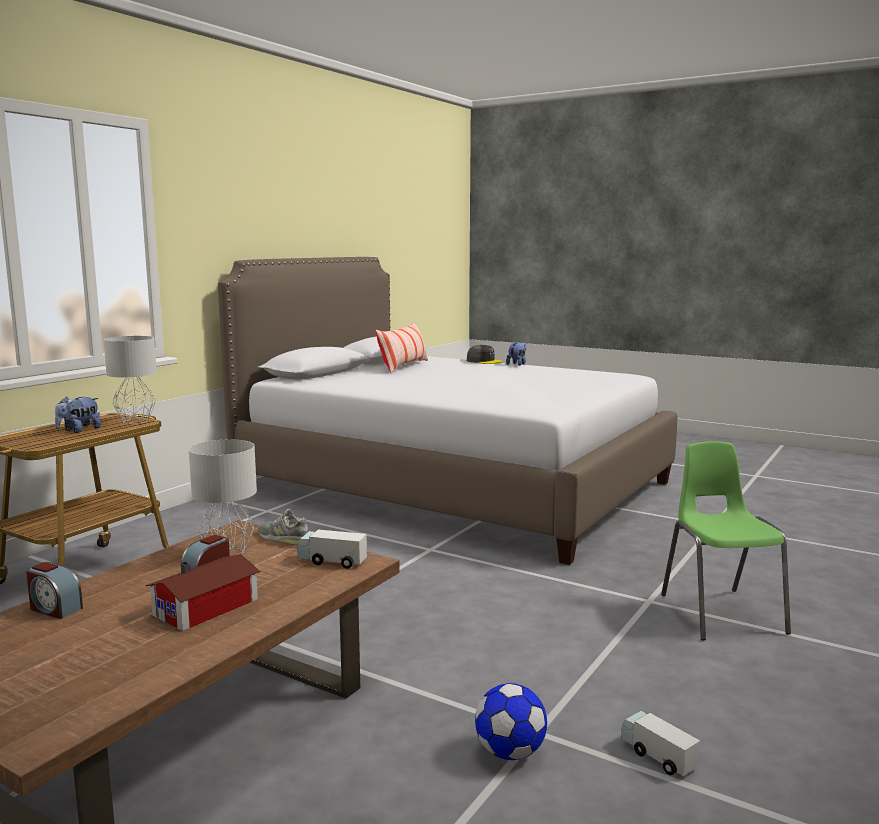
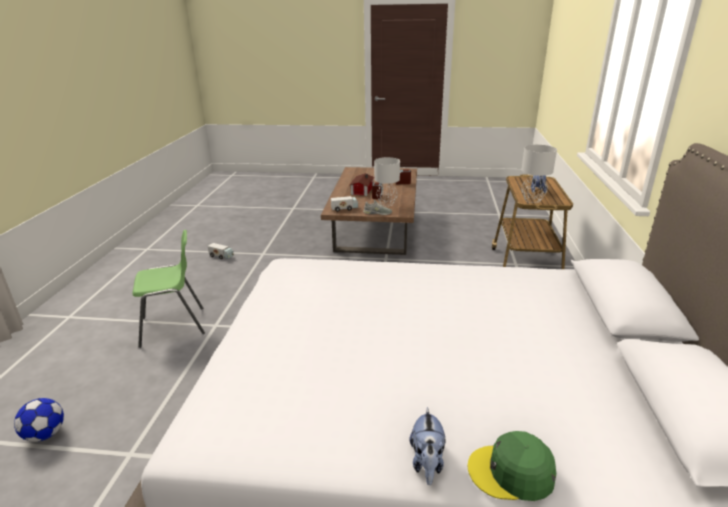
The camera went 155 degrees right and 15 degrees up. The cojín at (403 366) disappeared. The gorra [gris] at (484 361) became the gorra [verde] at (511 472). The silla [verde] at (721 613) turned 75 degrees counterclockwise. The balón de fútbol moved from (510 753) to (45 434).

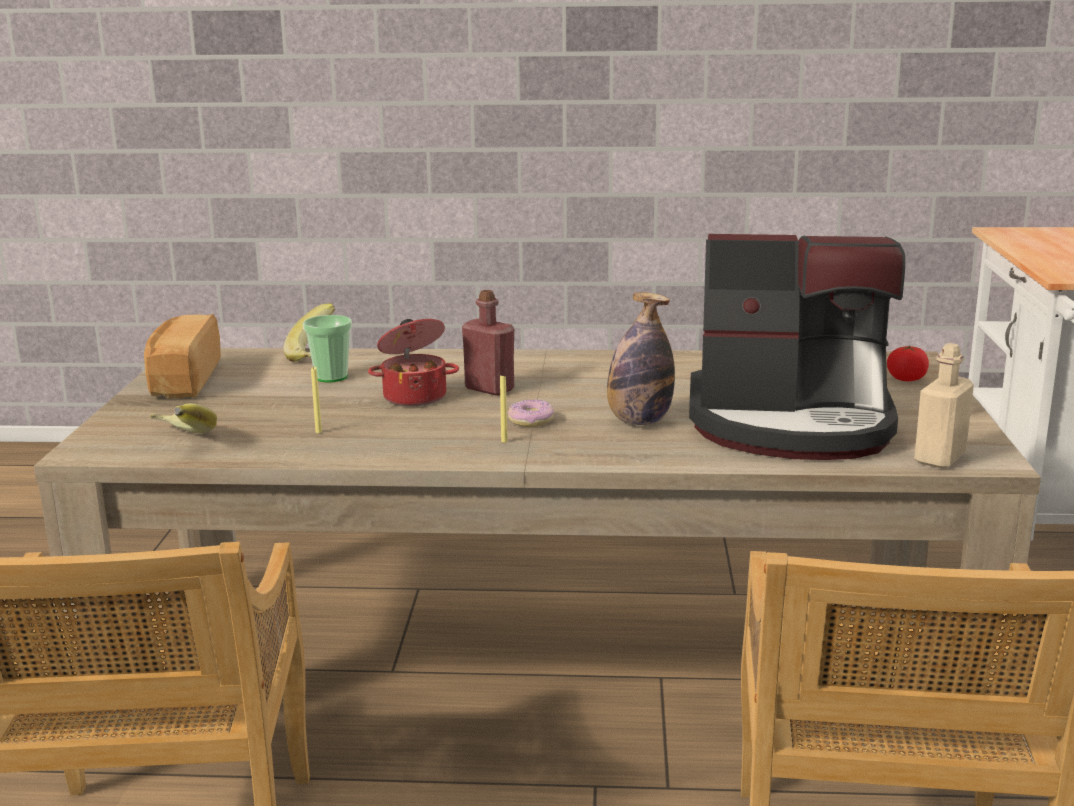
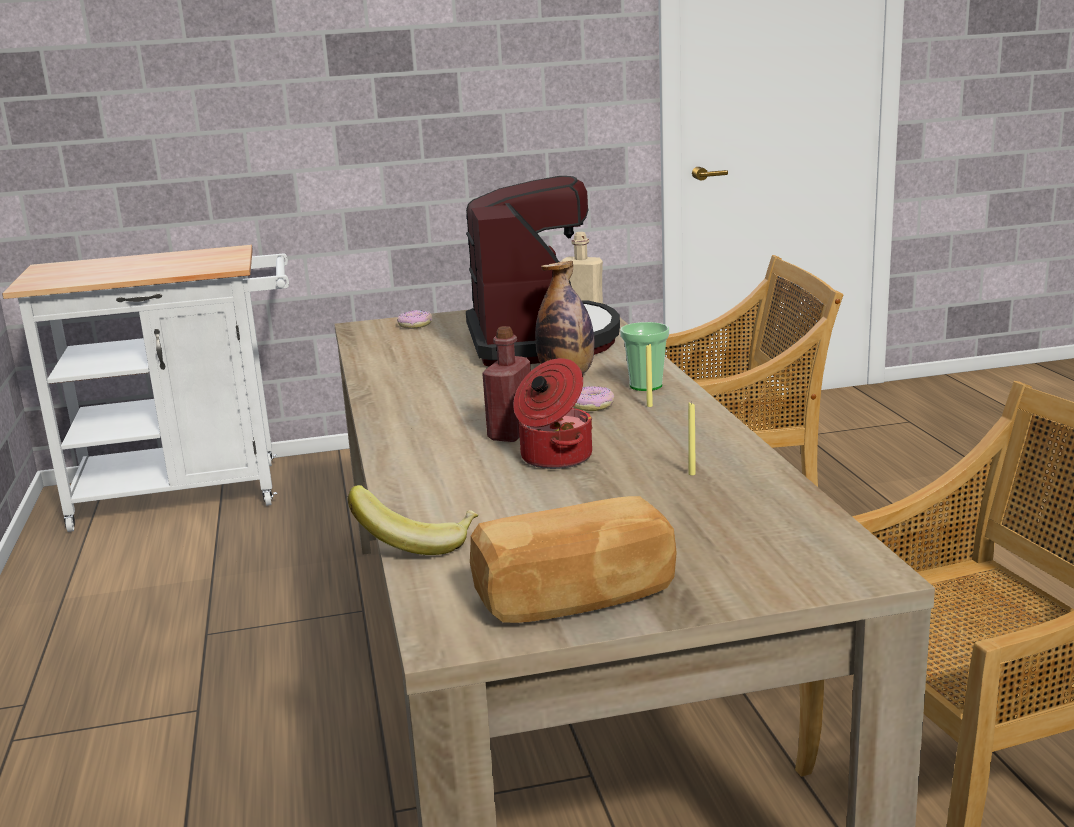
The camera went 105 degrees left and 0 degrees up. The taza moved from (331 377) to (645 385). The tomate at (906 379) was replaced by the rosquilla at (414 325). The plátano at (179 441) disappeared.

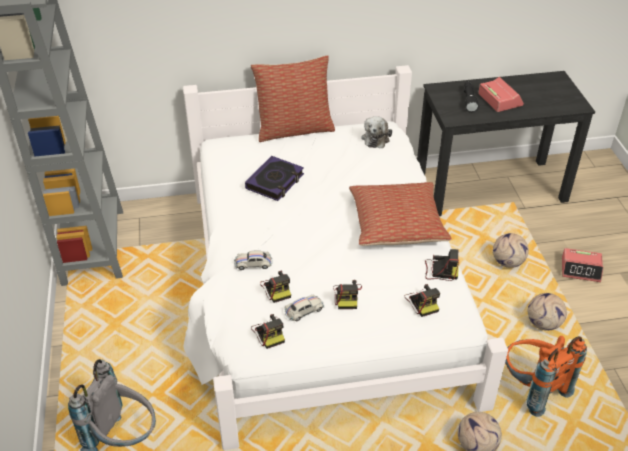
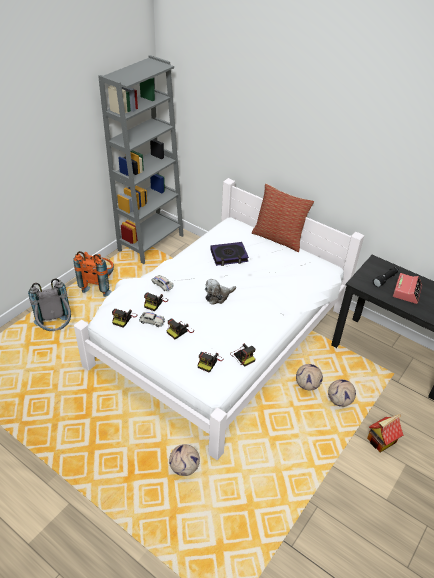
The camera went 45 degrees right and 0 degrees up. The peluche moved from (376 138) to (218 296). The cojín at (397 224) disappeared. The despertador at (581 269) was replaced by the casita at (381 441). The balón de fútbol moved from (544 323) to (307 385). The mochila [naranja] moved from (532 388) to (98 285).

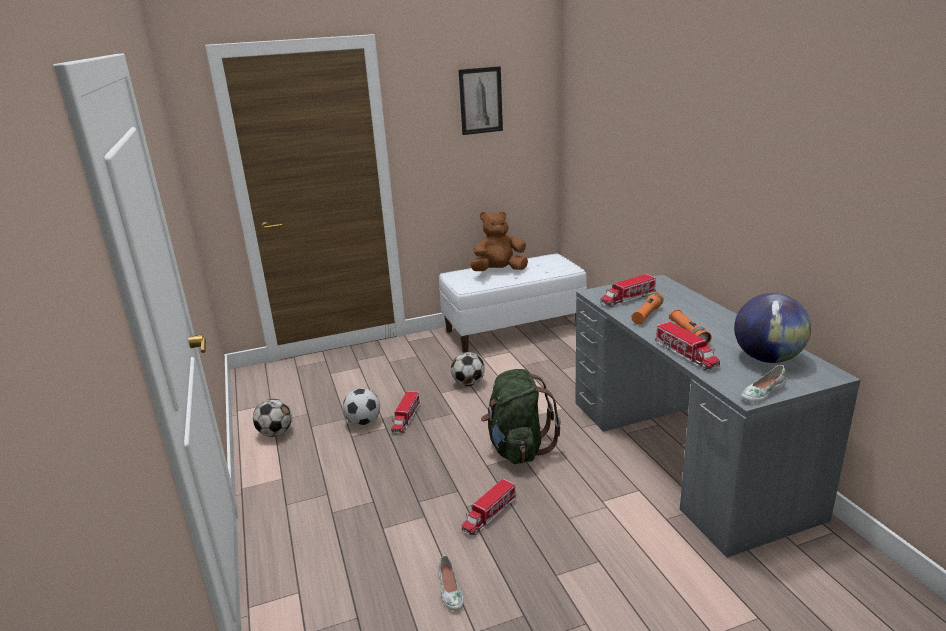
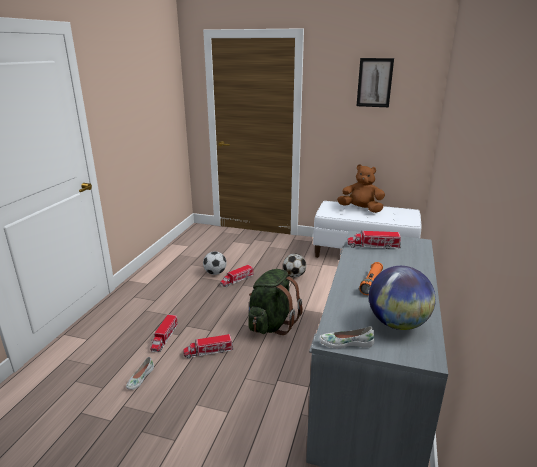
The camera went 35 degrees right and 0 degrees up. The linterna [naranja] at (647 315) disappeared. The camión de juguete moved from (686 355) to (164 338). The balón de fútbol at (275 433) disappeared.

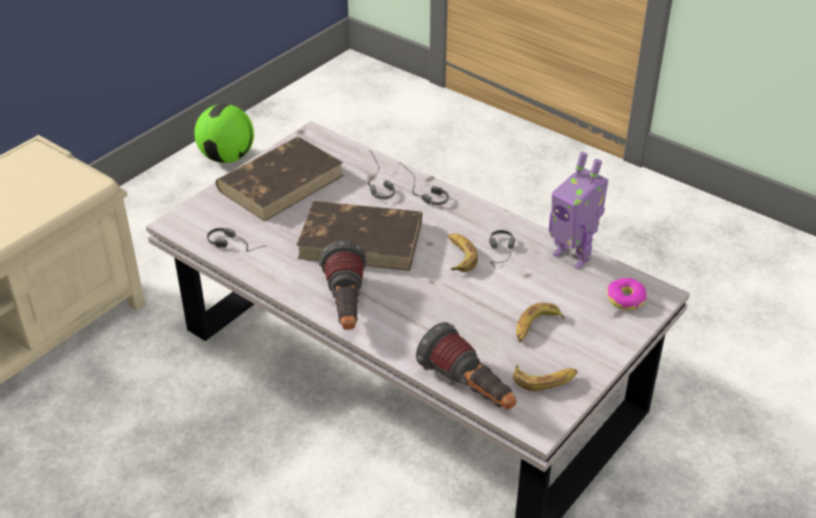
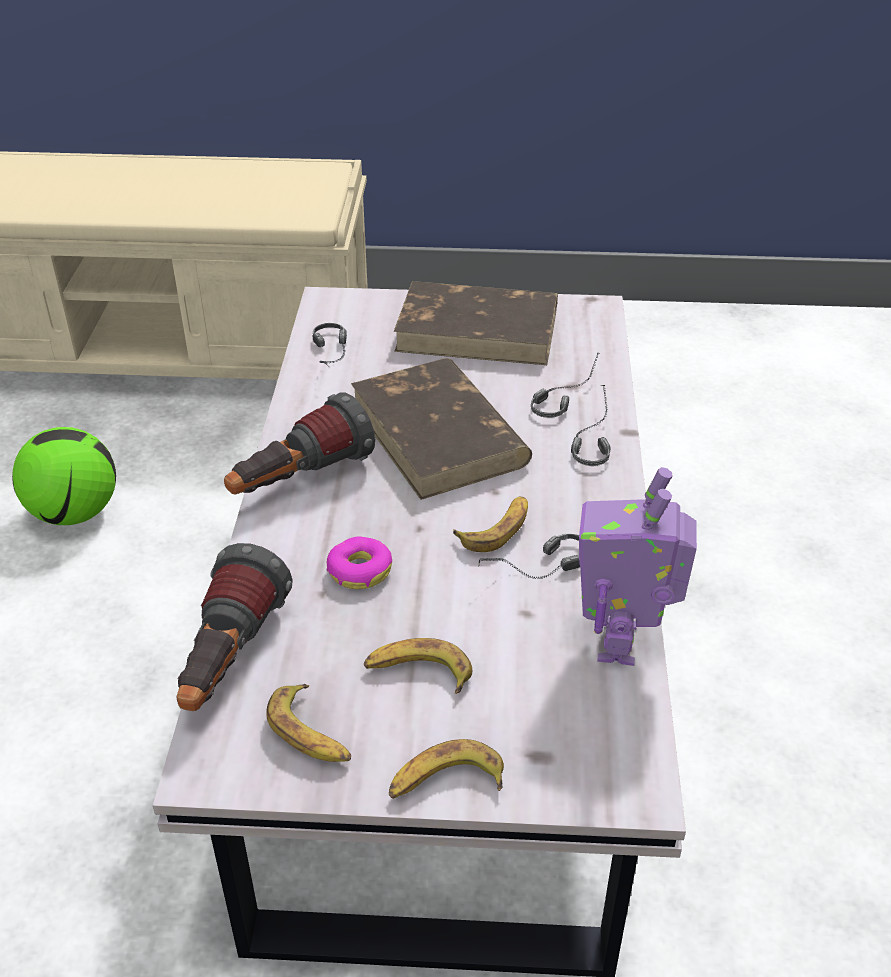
The camera went 55 degrees right and 0 degrees up. The balón de fútbol moved from (227 157) to (75 513). The rosquilla moved from (625 299) to (359 570). The plátano at (445 782) appeared.

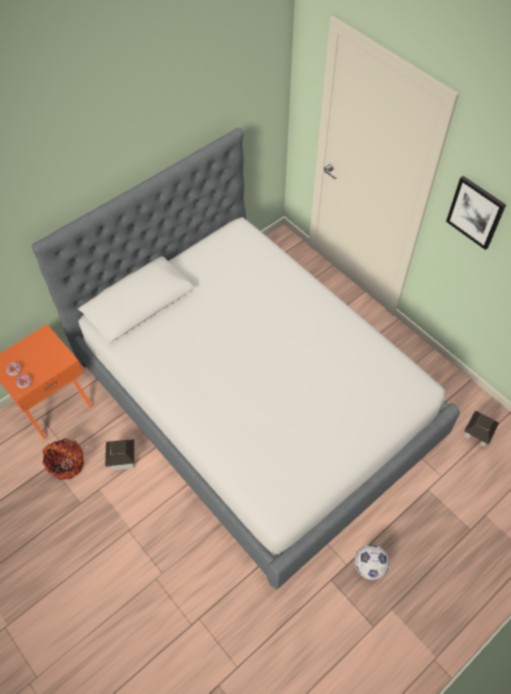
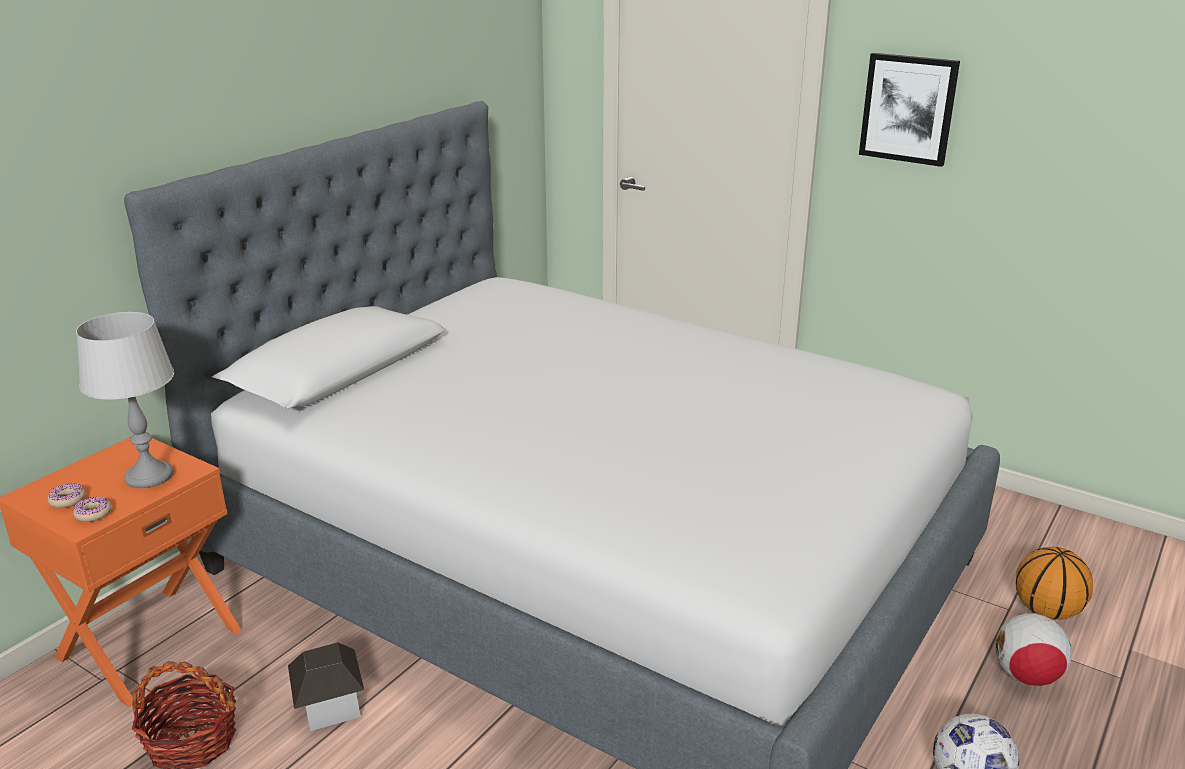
The camera went 15 degrees left and 30 degrees down. The casita at (477 434) disappeared. The lámpara de mesa [gris] at (149 476) appeared. The balón de baloncesto at (1047 611) appeared. The balón de fútbol at (1026 676) appeared.

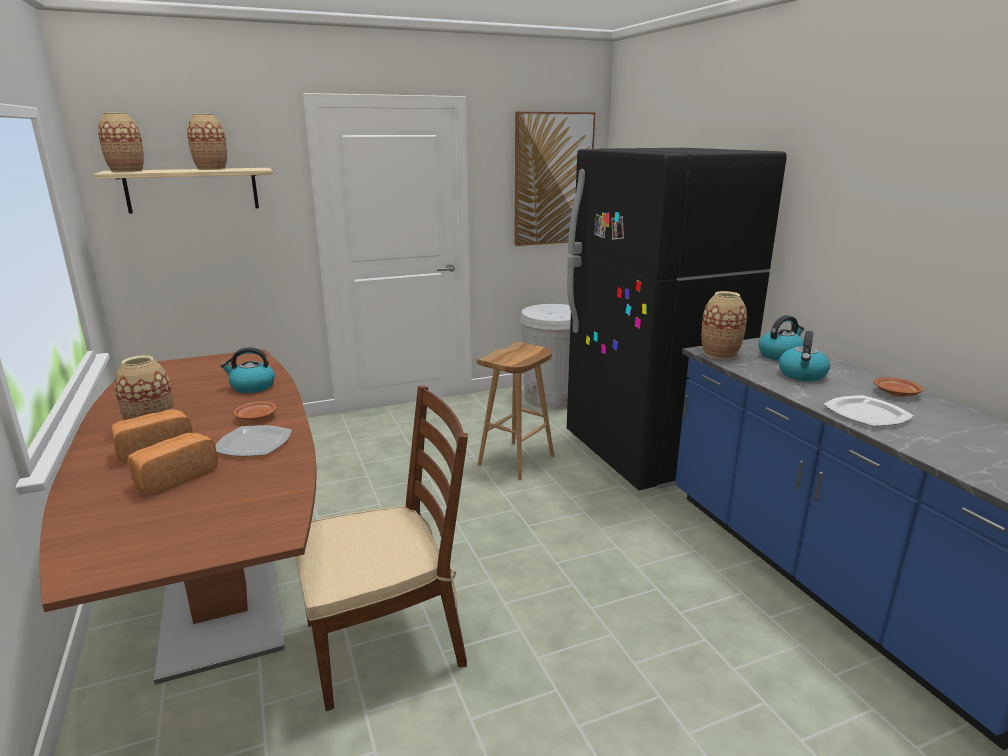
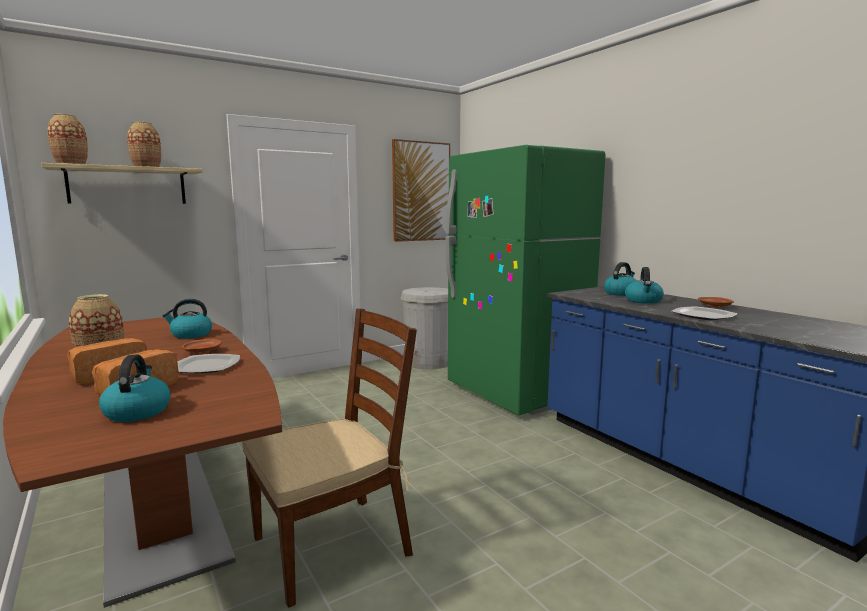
The camera went 10 degrees left and 10 degrees down. The nevera [negro] at (647 453) became the nevera [verde] at (516 393). The florero at (719 354) disappeared. The taburete [marrón] at (516 461) disappeared. The hervidor at (137 411) appeared.

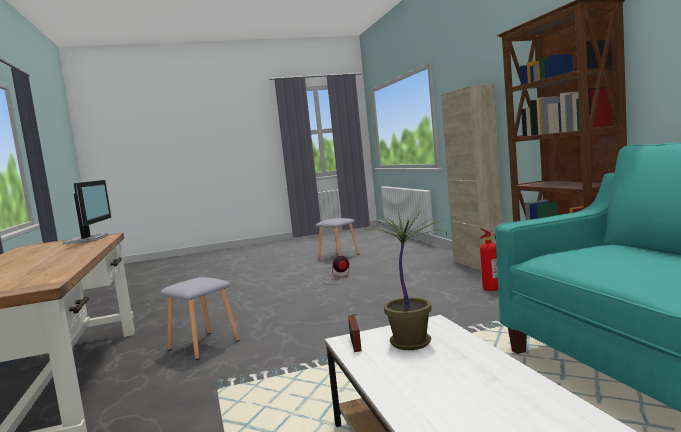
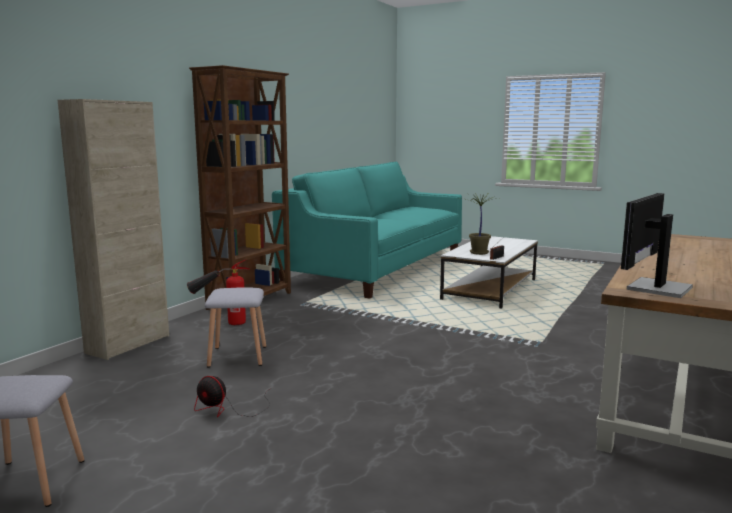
The camera went 135 degrees left and 5 degrees up. The taburete [gris] moved from (205 345) to (237 356).

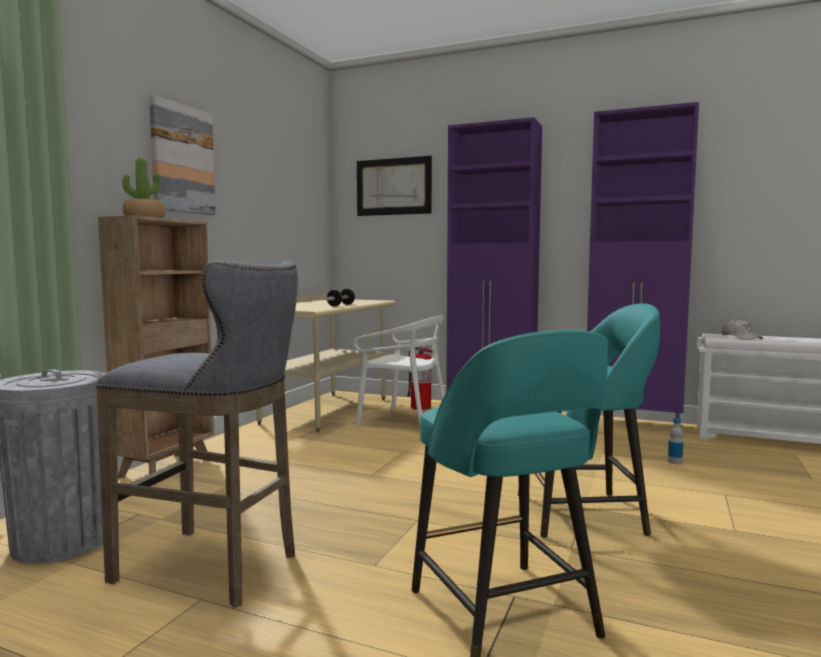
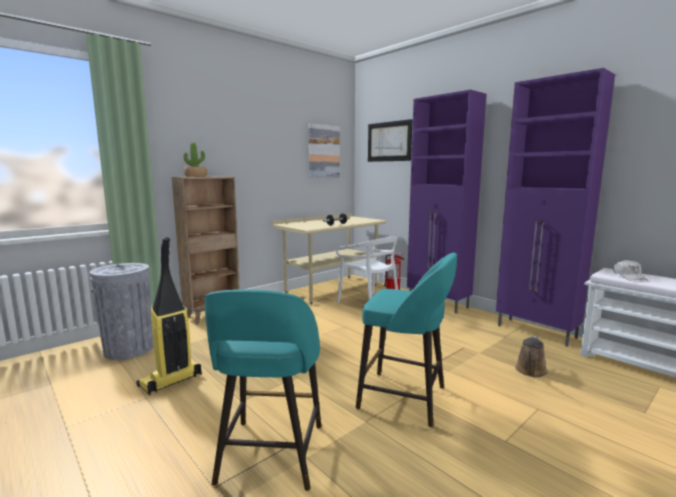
The camera went 25 degrees right and 5 degrees up. The cuadro moved from (182 159) to (323 151). The taburete [gris] at (215 568) was replaced by the aspiradora at (170 381). The botella at (675 462) was replaced by the regadera [marrón] at (530 371).

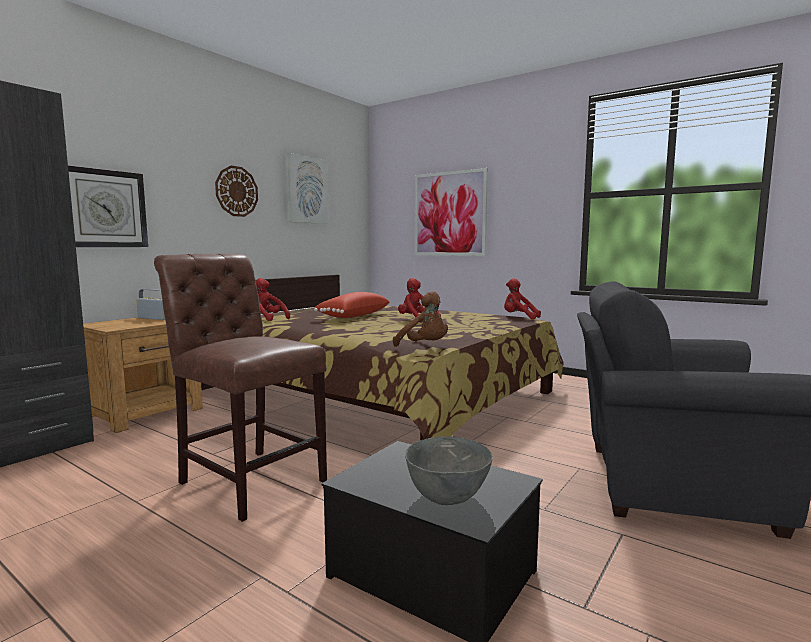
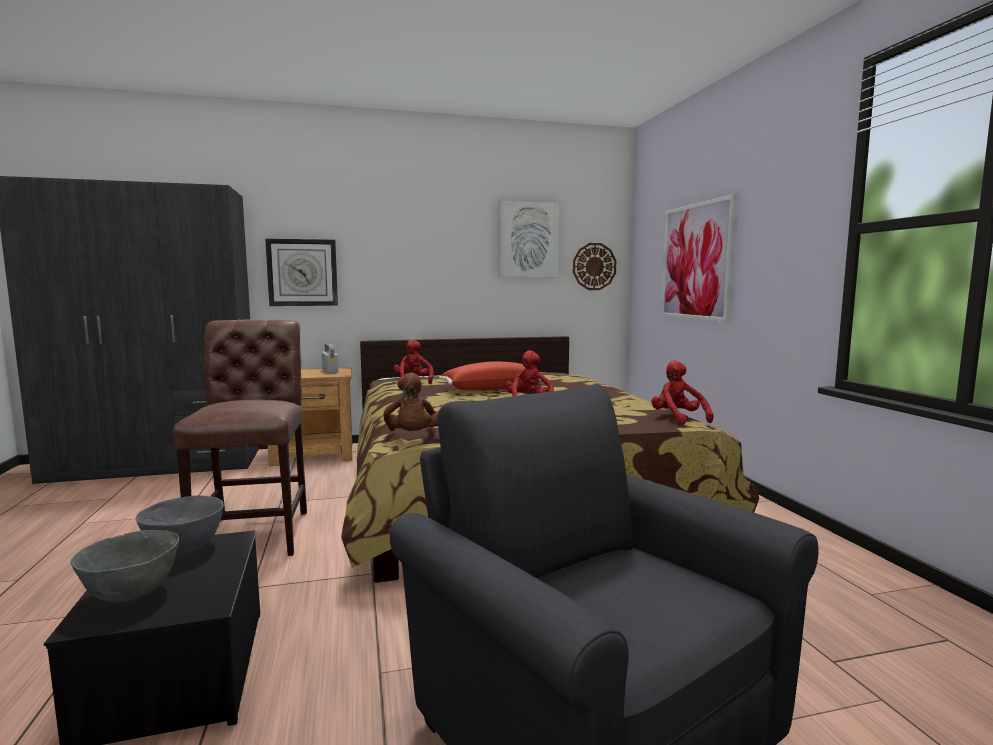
The camera went 40 degrees right and 0 degrees up. The reloj de pared moved from (236 191) to (594 266). The cuenco [gris] at (185 549) appeared.

